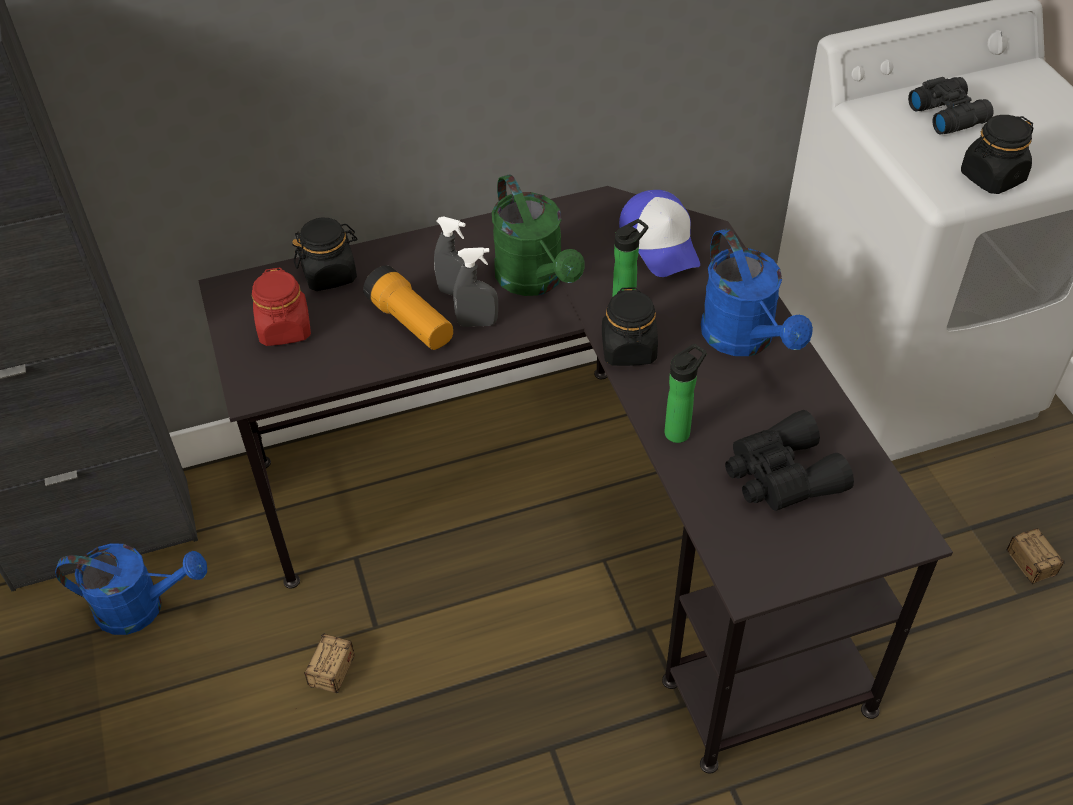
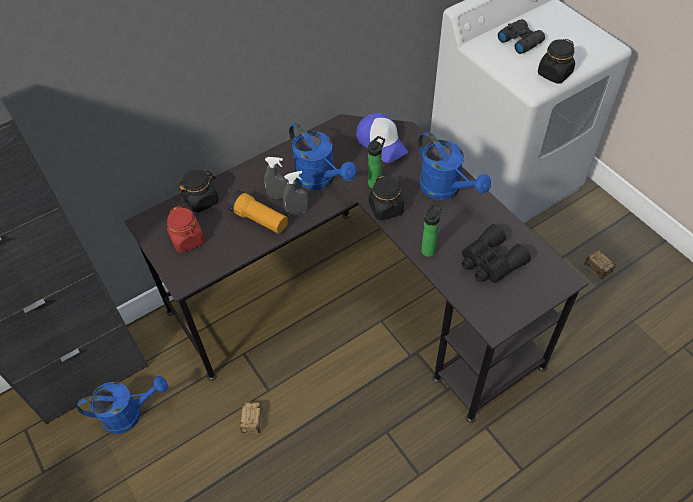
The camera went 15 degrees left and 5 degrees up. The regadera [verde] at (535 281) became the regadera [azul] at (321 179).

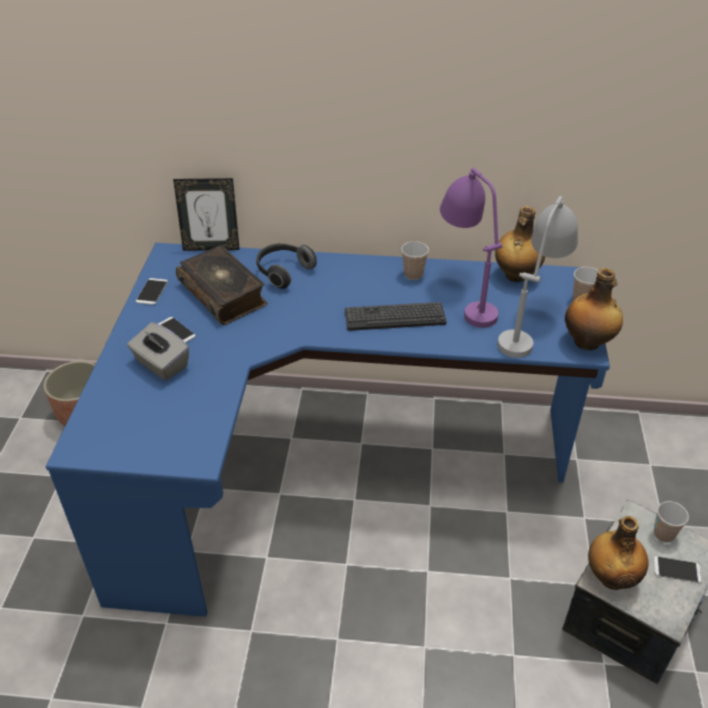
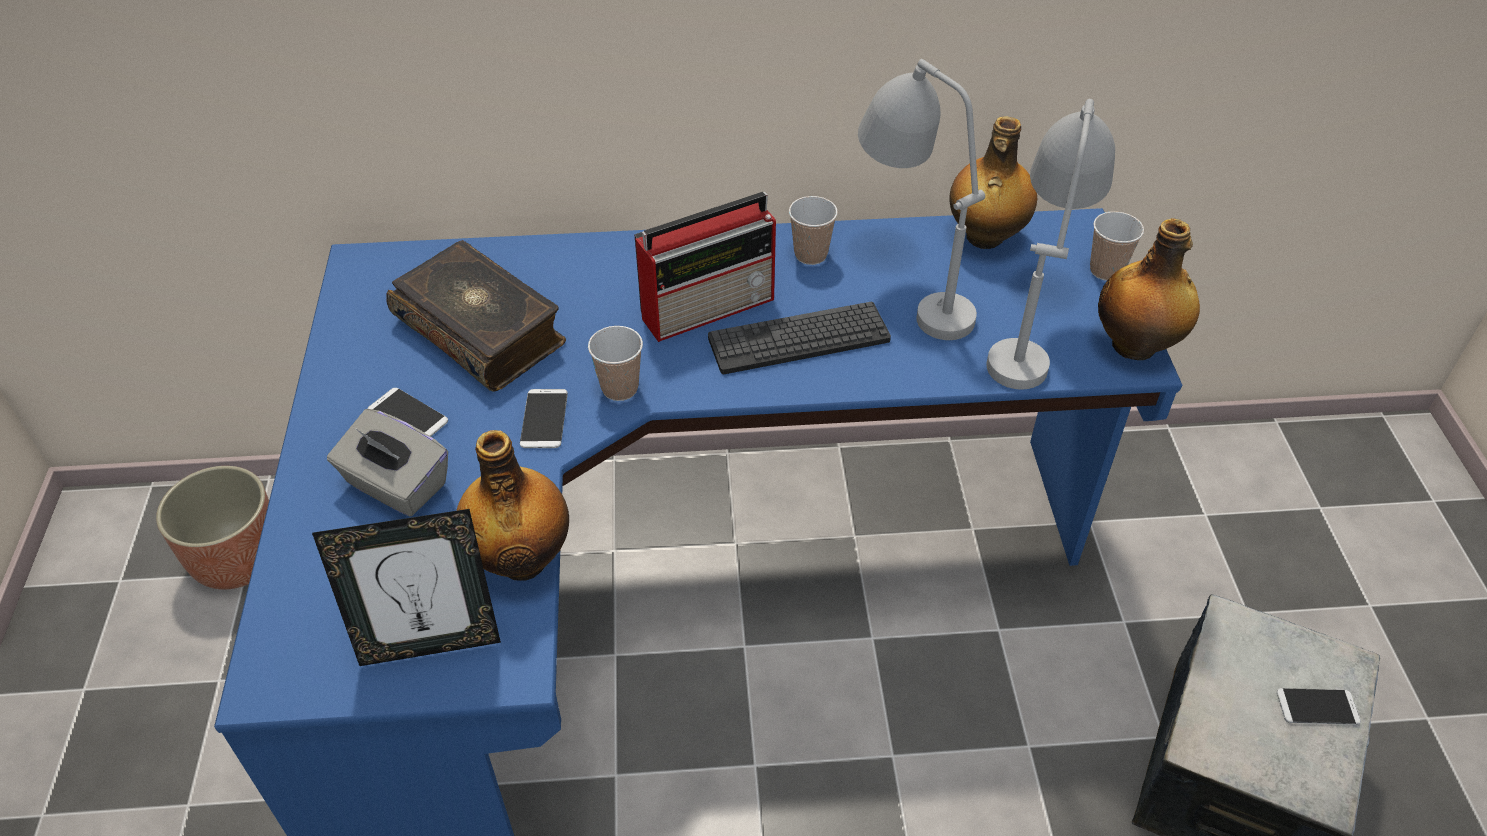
The camera went 10 degrees left and 5 degrees up. The lámpara de mesa [morado] at (465 295) became the lámpara de mesa [gris] at (908 282). The portarretratos moved from (211 247) to (430 644). The auriculares at (283 272) disappeared. The móvil moved from (152 292) to (544 419). The taza moved from (664 534) to (620 388). The botella moved from (611 577) to (522 558). The radio at (710 306) appeared.

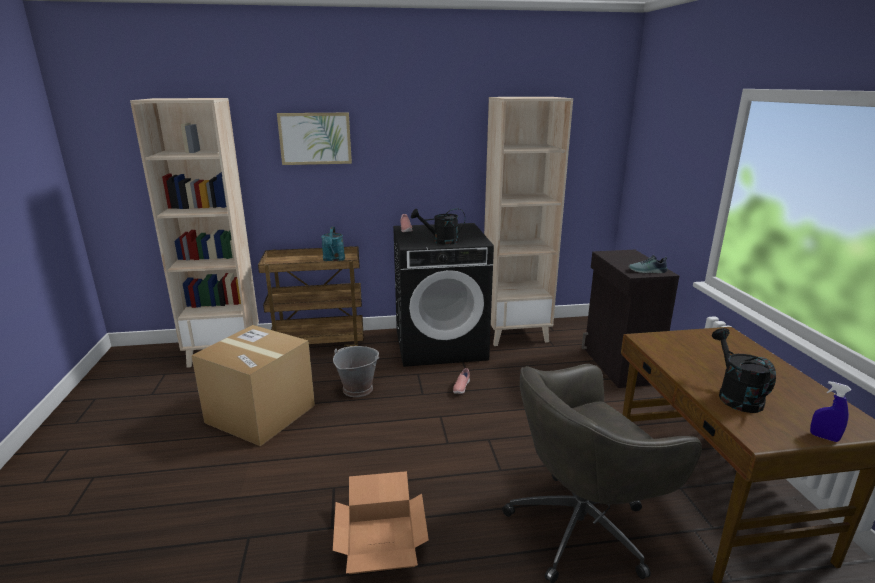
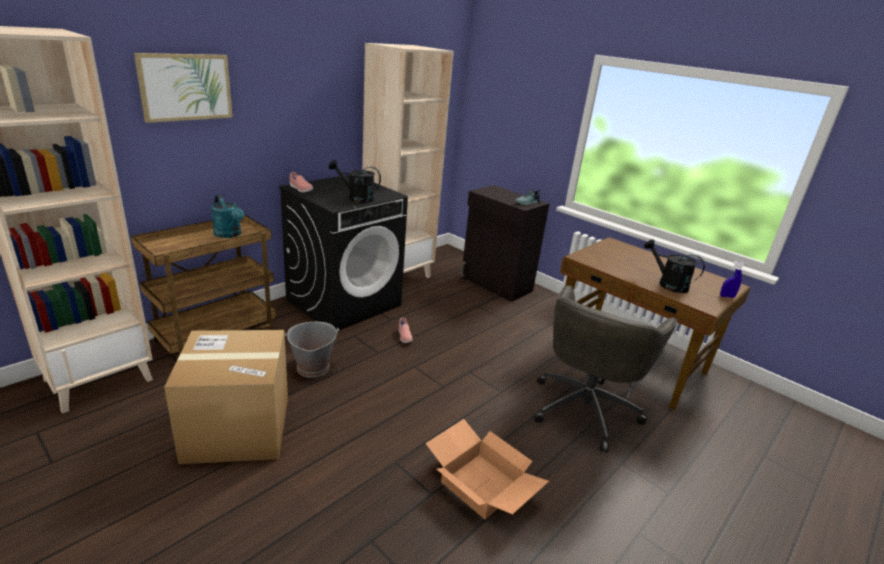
The camera went 40 degrees left and 5 degrees up. The regadera [negro] at (441 241) turned 60 degrees clockwise.

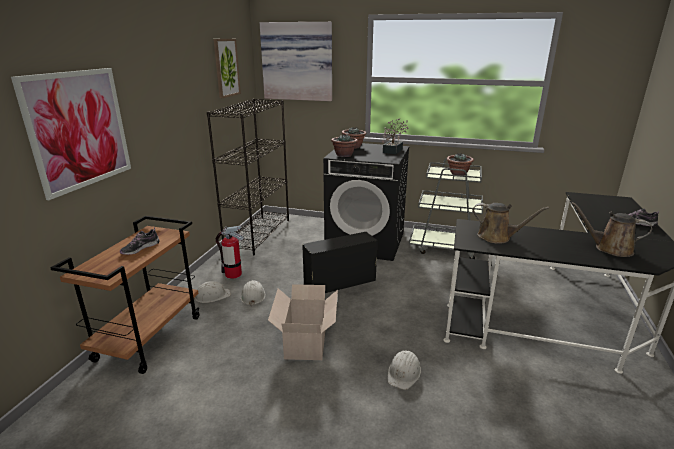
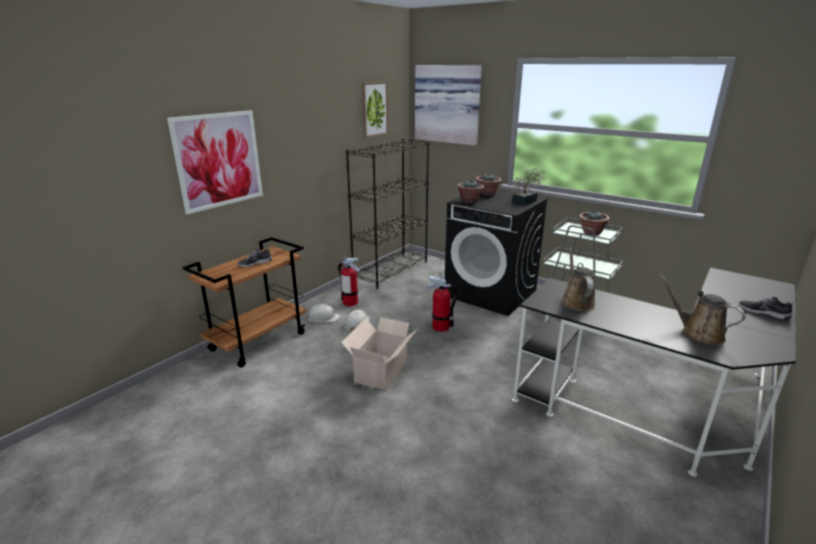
The camera went 20 degrees right and 0 degrees up. The regadera [marrón] at (497 237) turned 135 degrees counterclockwise. The caja de almacenaje [negro] at (339 283) was replaced by the extintor at (441 327). The casco [blanco] at (404 373) disappeared.

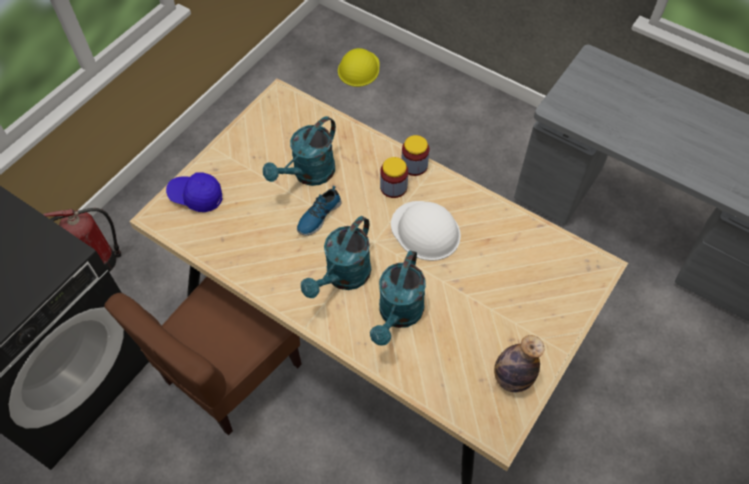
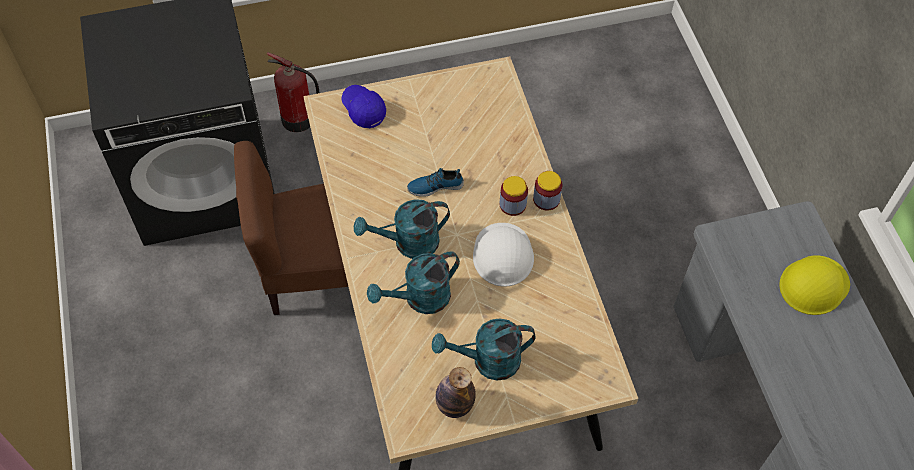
The camera went 40 degrees right and 0 degrees up. The casco [amarillo] moved from (358 68) to (814 285). The regadera [turquesa] moved from (308 175) to (487 361).

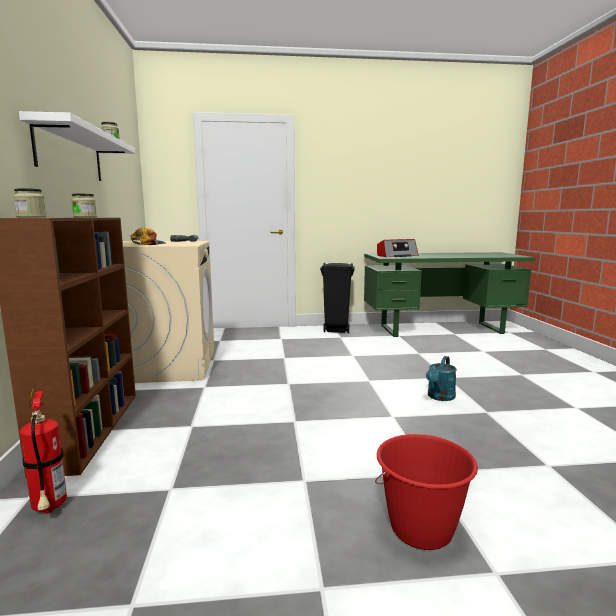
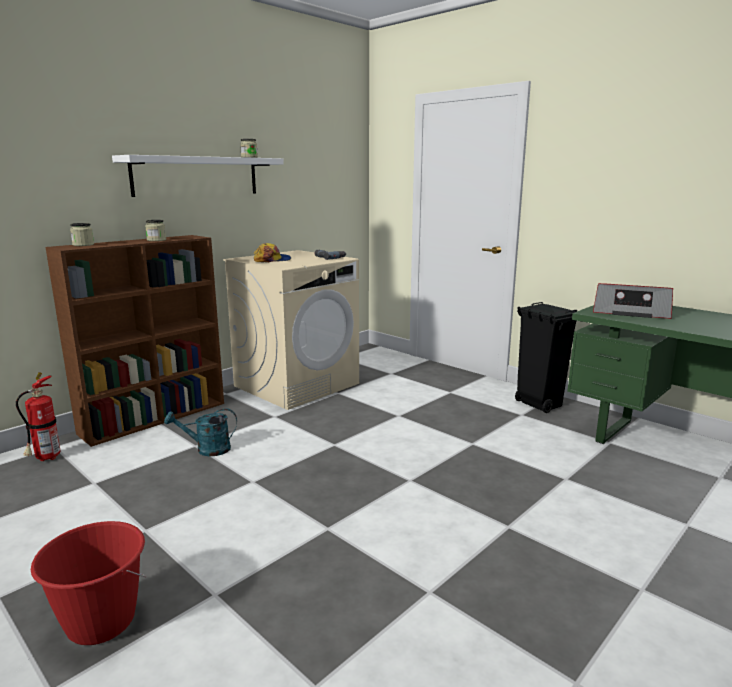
The camera went 50 degrees right and 5 degrees up. The regadera [turquesa] moved from (439 397) to (207 449).

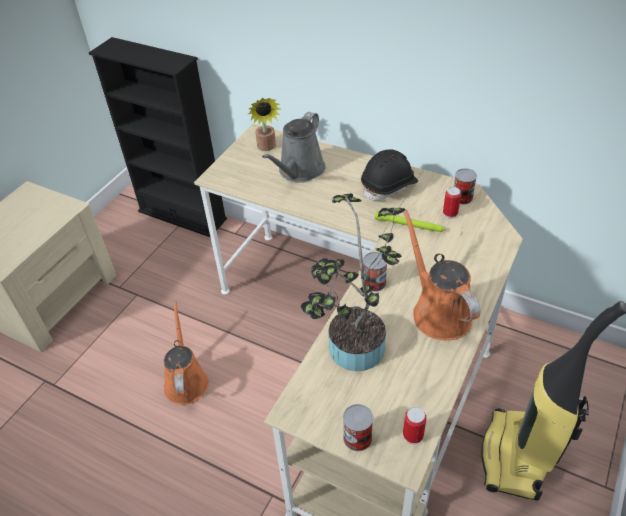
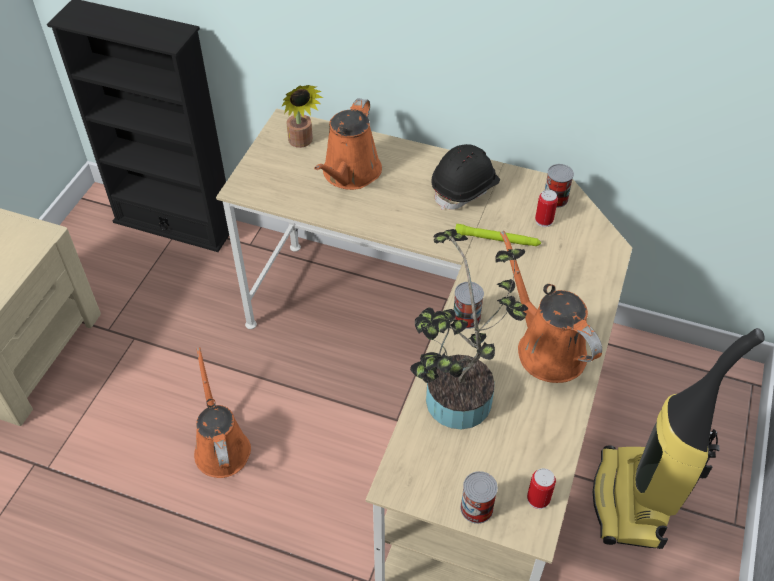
The camera went 10 degrees left and 5 degrees up. The regadera [gris] at (299 171) became the regadera [naranja] at (349 174).

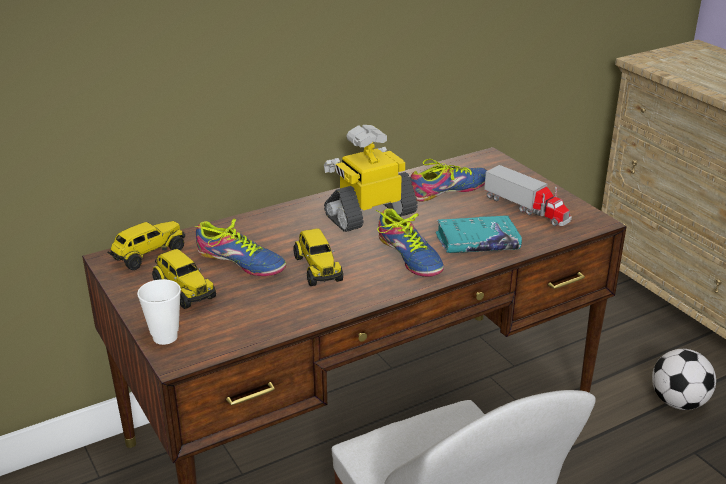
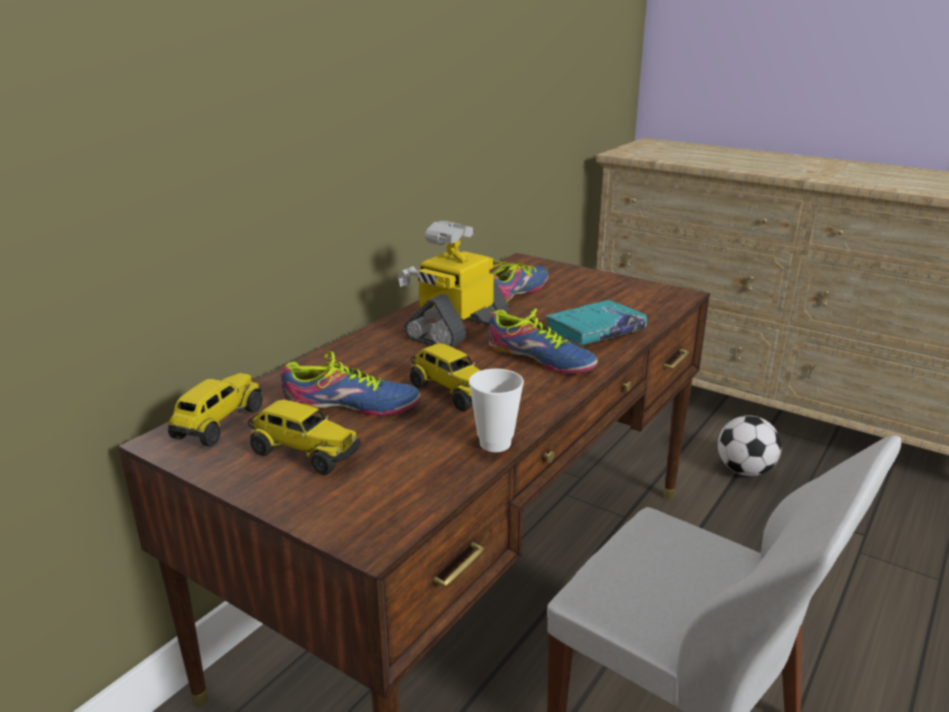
The camera went 25 degrees left and 5 degrees down. The camión de juguete at (527 208) disappeared. The taza moved from (165 337) to (495 444).

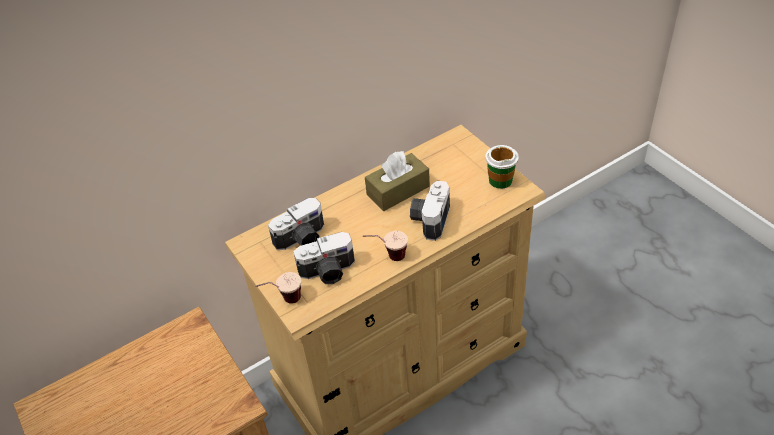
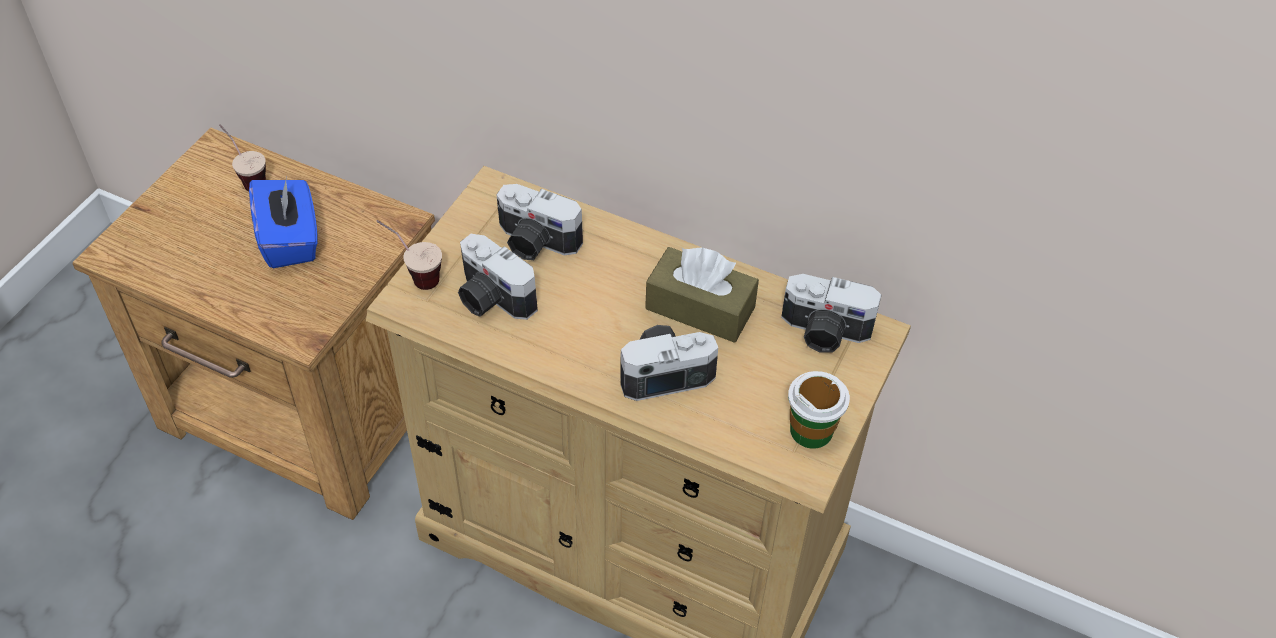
The camera went 55 degrees right and 5 degrees up. The taza moved from (387 258) to (247 178). The caja de pañuelos [azul] at (290 240) appeared. The cámara at (824 333) appeared.

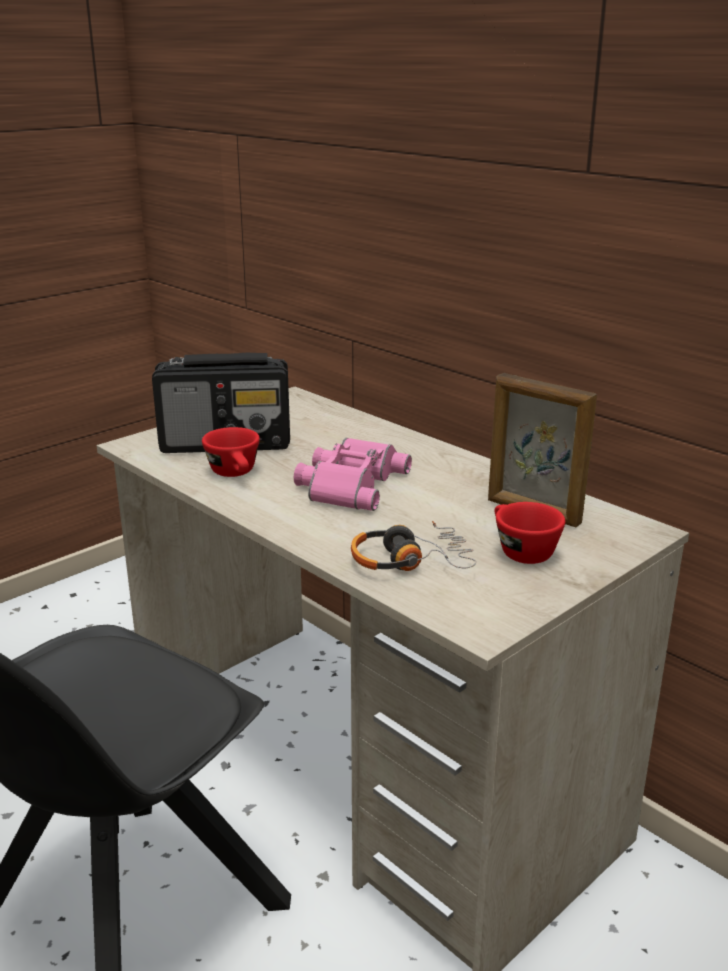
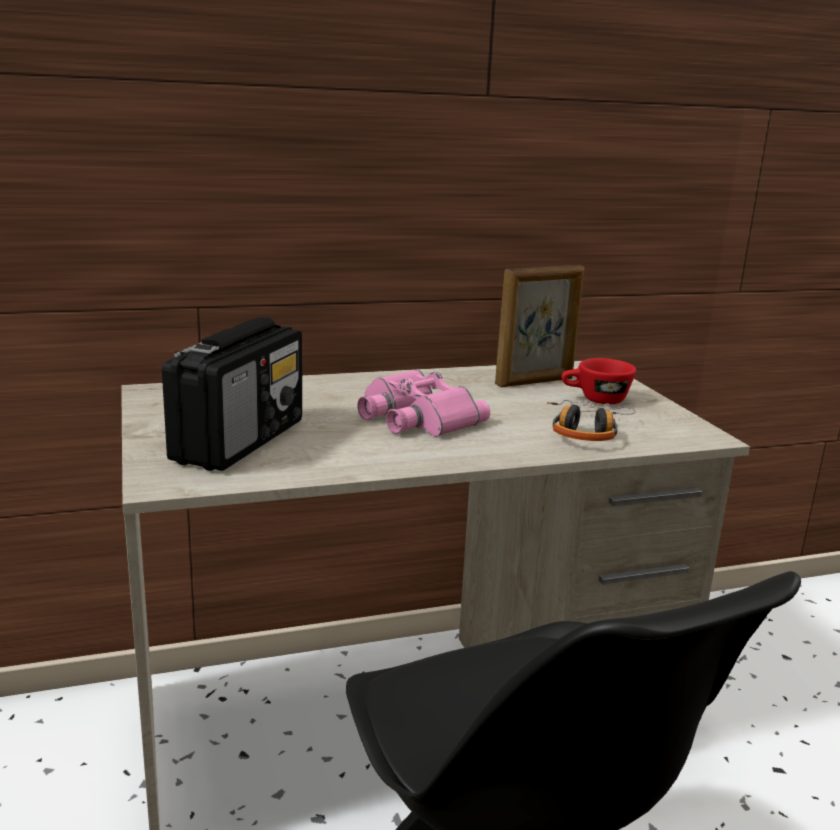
The camera went 65 degrees left and 5 degrees down. The taza [rojo] at (236 474) disappeared.

